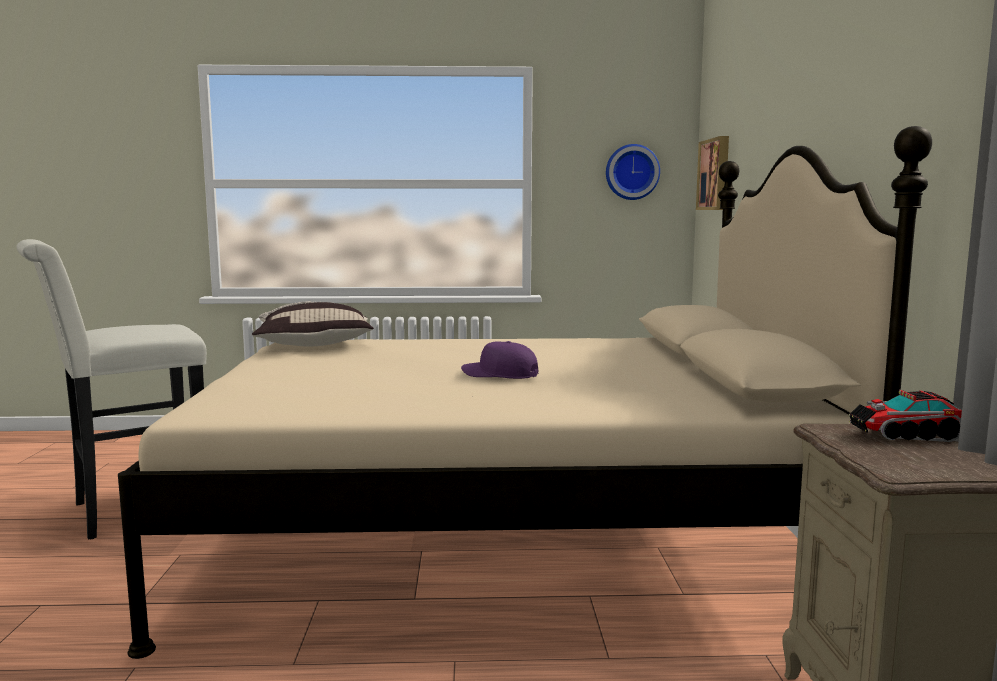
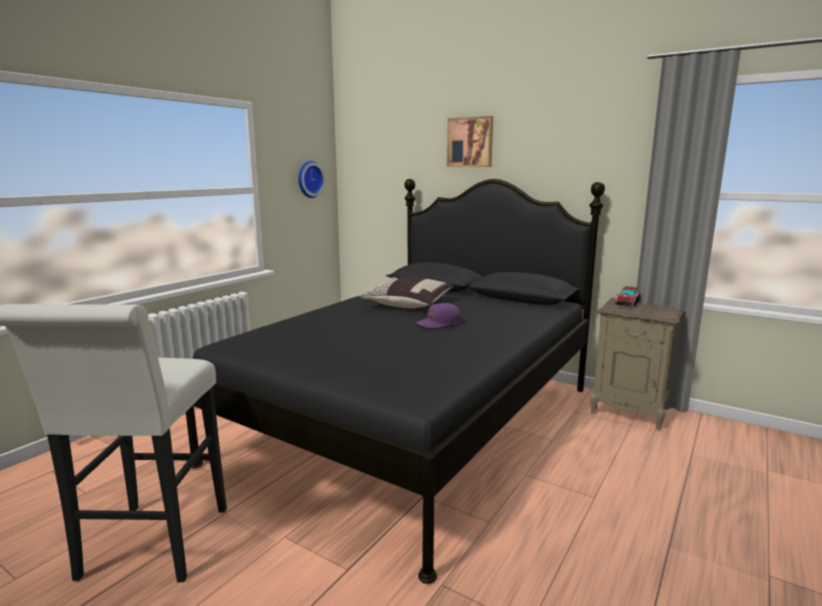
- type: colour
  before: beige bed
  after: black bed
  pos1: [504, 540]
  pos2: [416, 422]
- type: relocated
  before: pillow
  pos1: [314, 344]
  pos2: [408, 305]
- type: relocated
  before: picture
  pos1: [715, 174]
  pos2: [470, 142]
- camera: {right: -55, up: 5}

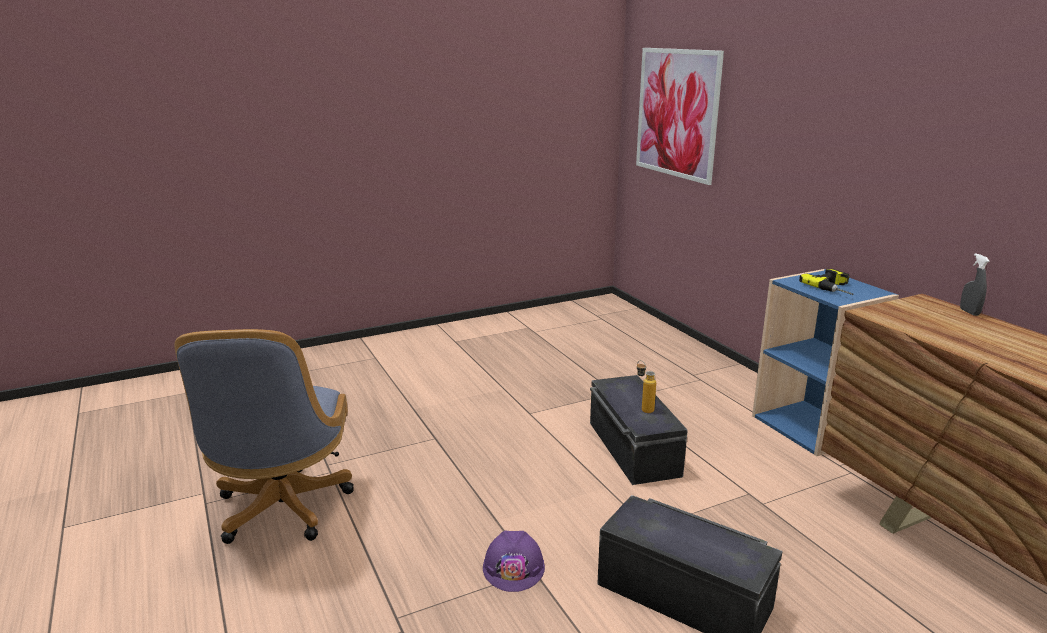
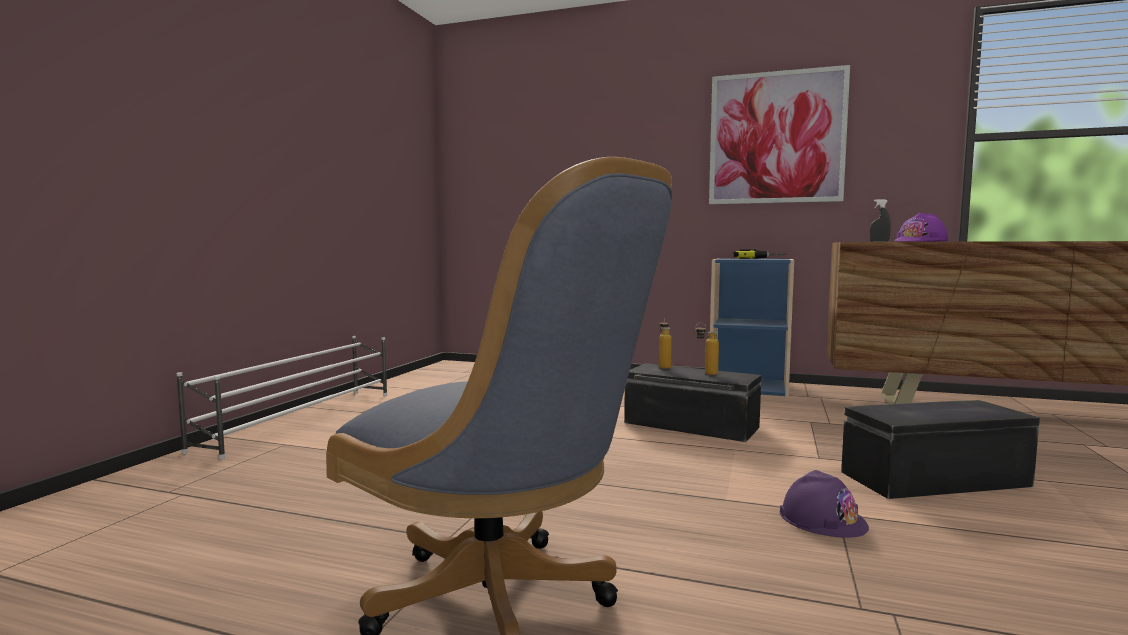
- type: relocated
  before: picture
  pos1: [677, 113]
  pos2: [776, 138]
- type: appeared
  after: white shoe rack
  pos2: [302, 419]
- type: appeared
  after: bottle
  pos2: [664, 366]
- type: appeared
  after: purple hard hat
  pos2: [921, 241]
- camera: {right: -45, up: -15}

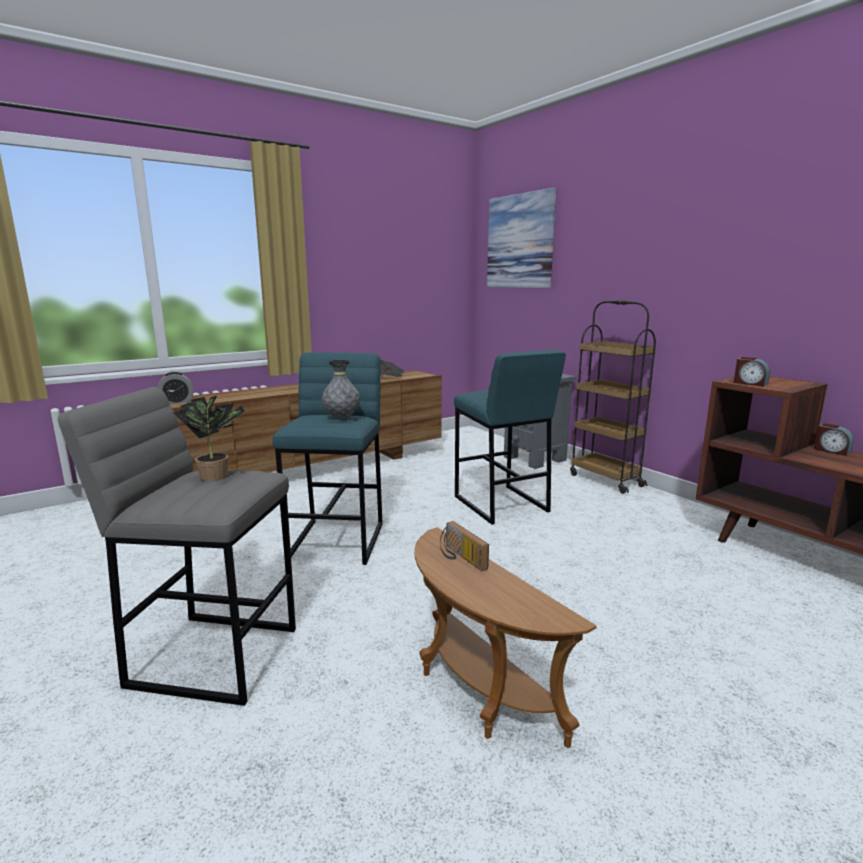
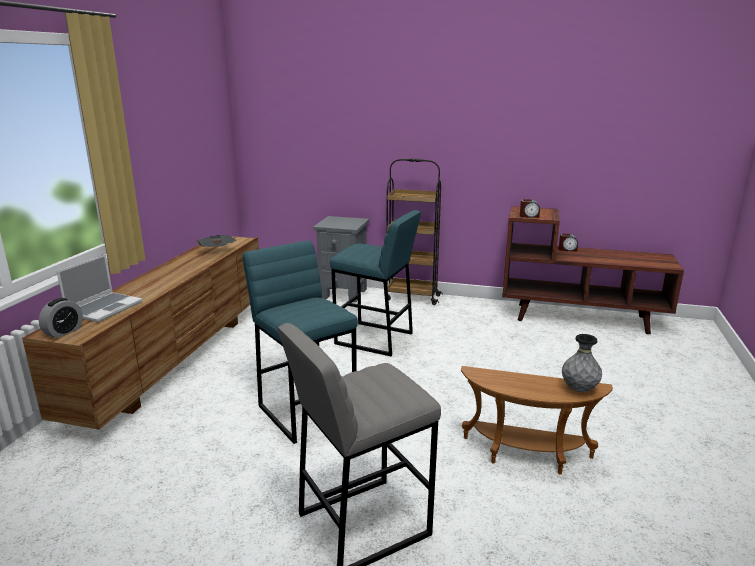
- type: missing
  before: potted plant
  pos1: [218, 475]
- type: relocated
  before: grey vase
  pos1: [341, 418]
  pos2: [579, 389]
- type: missing
  before: radio
  pos1: [460, 558]
- type: missing
  before: picture
  pos1: [520, 241]
- type: appeared
  after: laptop
  pos2: [105, 308]
- camera: {right: -40, up: 5}

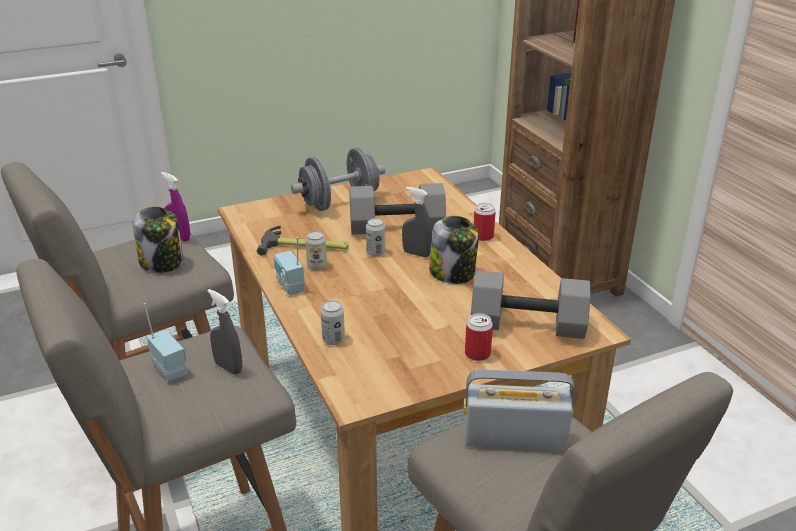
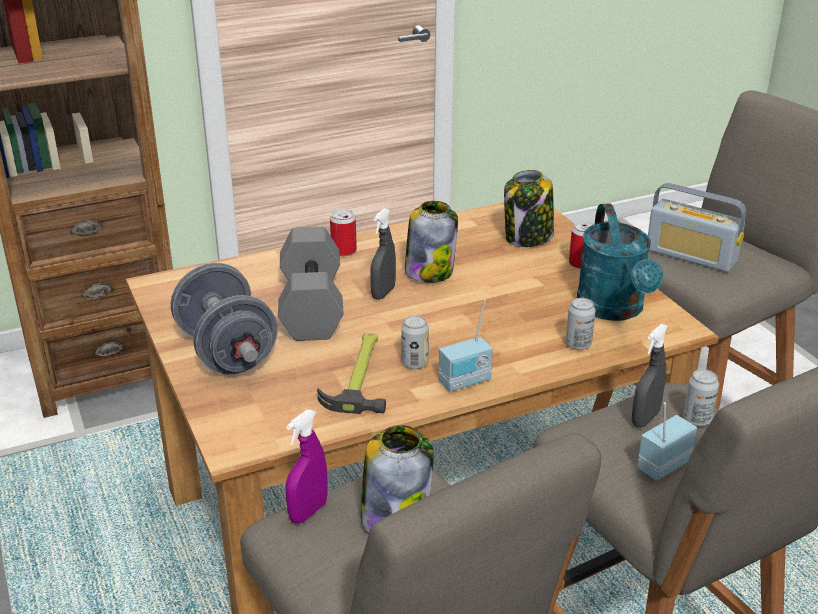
- type: relocated
  before: can
  pos1: [375, 252]
  pos2: [697, 419]
- type: spun
  before: radio
  pos1: [514, 438]
  pos2: [691, 256]
  turn: -60
- type: exchanged
  before: grey dumbbell
  after: jar
  pos1: [526, 326]
  pos2: [528, 238]
- type: appeared
  after: turquoise watering can
  pos2: [614, 310]
- camera: {right: -90, up: 0}

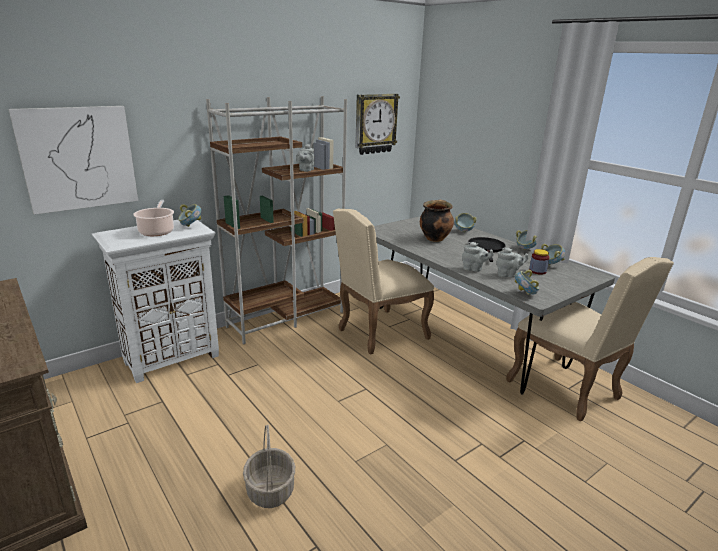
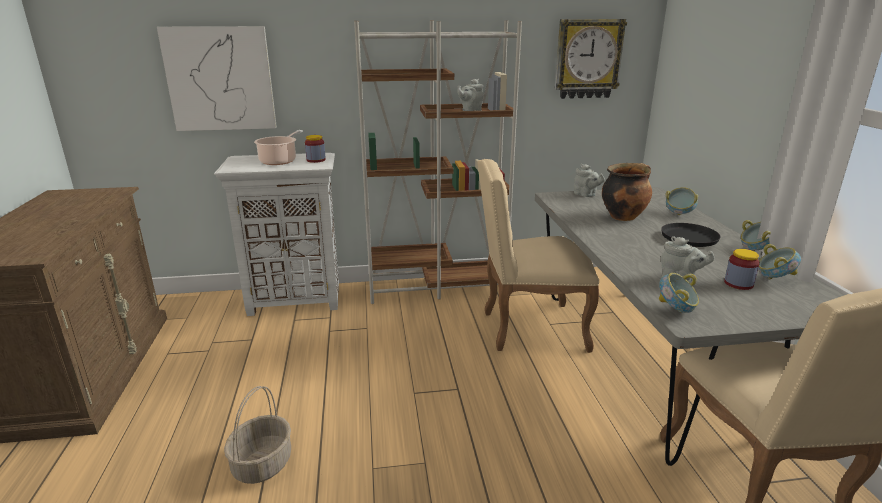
- type: exchanged
  before: bowl
  after: jar
  pos1: [190, 226]
  pos2: [316, 160]
- type: relocated
  before: grey teapot
  pos1: [474, 269]
  pos2: [586, 195]
- camera: {right: 30, up: 0}

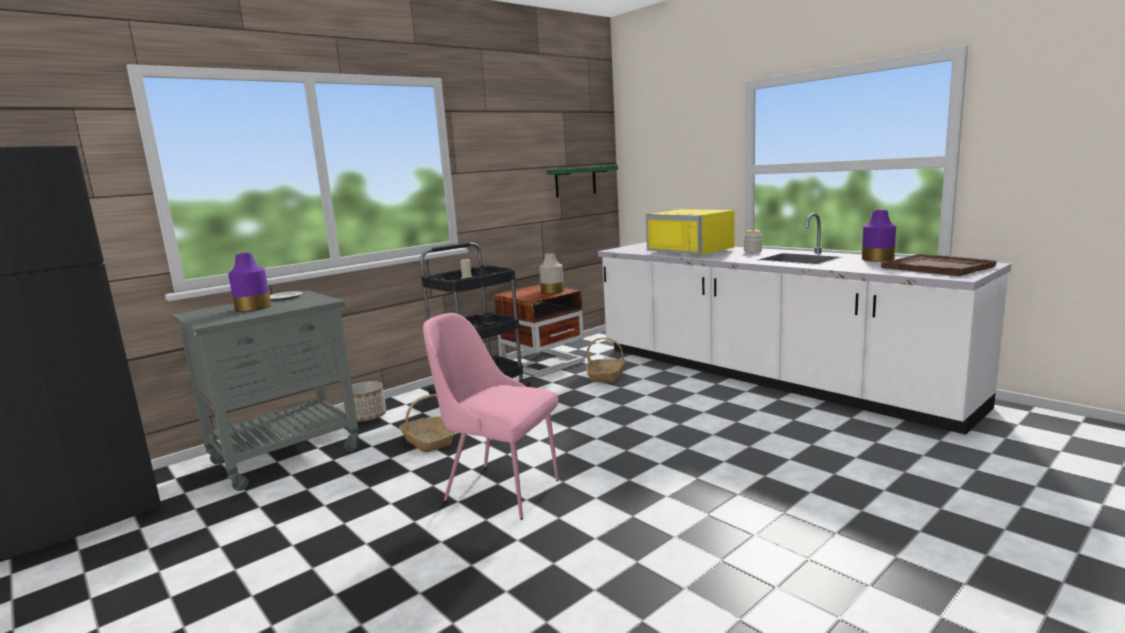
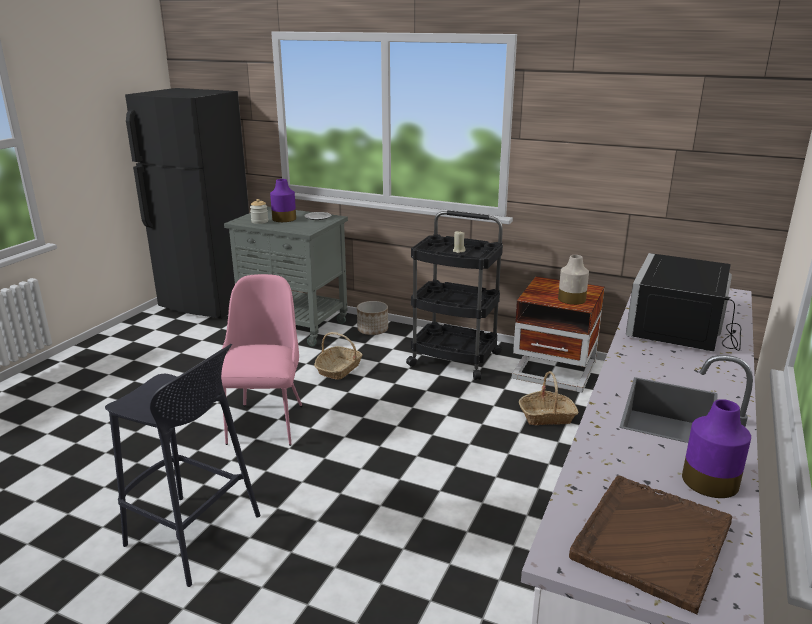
- type: missing
  before: green shelf
  pos1: [575, 181]
- type: colour
  before: yellow microwave
  after: black microwave
  pos1: [694, 251]
  pos2: [683, 329]
- type: relocated
  before: jar
  pos1: [752, 251]
  pos2: [259, 221]
- type: appeared
  after: grey stool
  pos2: [192, 536]
- camera: {right: 65, up: 10}

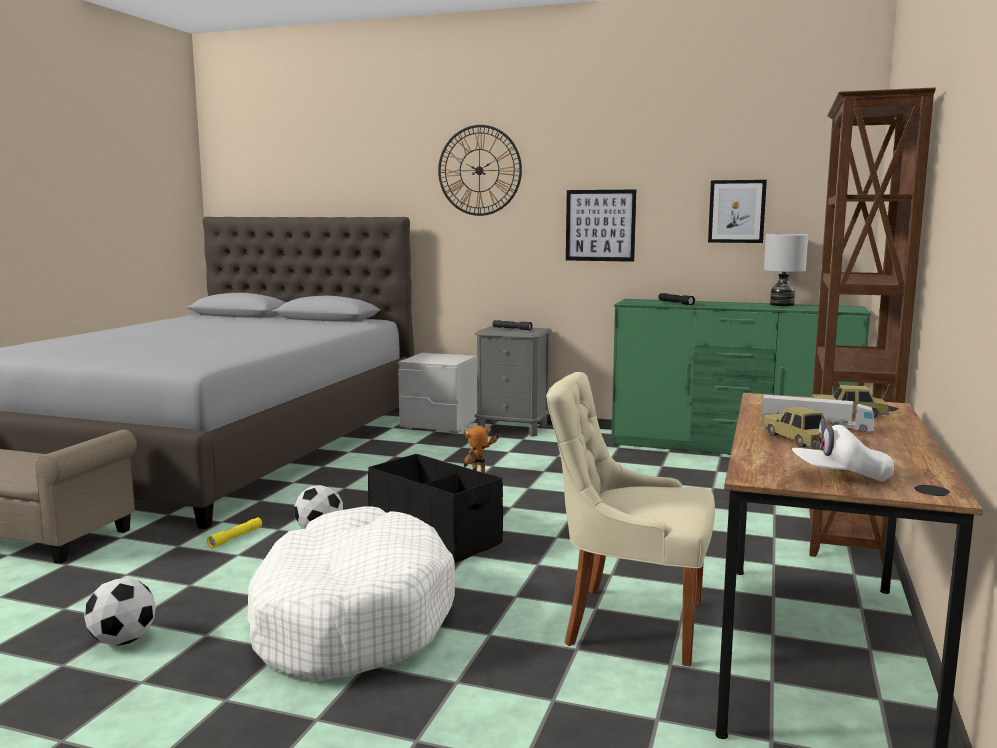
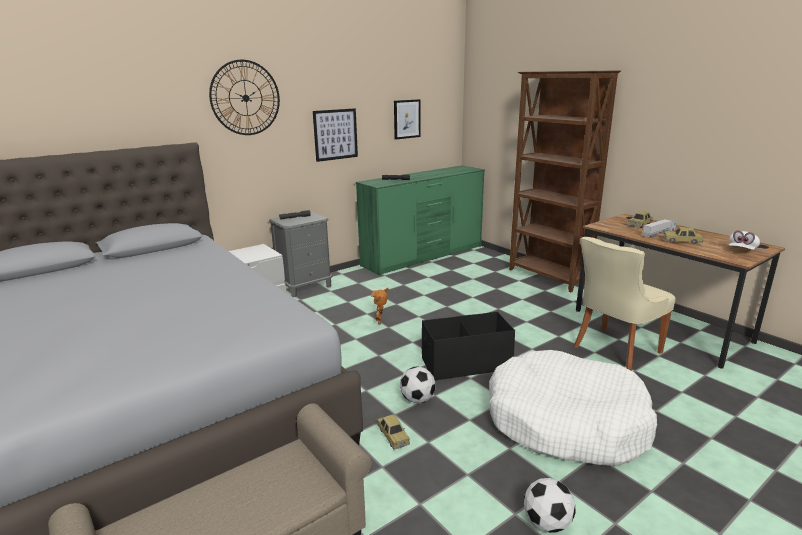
- type: exchanged
  before: yellow flashlight
  after: toy car
  pos1: [236, 537]
  pos2: [393, 436]
- type: missing
  before: grey table lamp
  pos1: [781, 305]
- camera: {right: -55, up: 10}

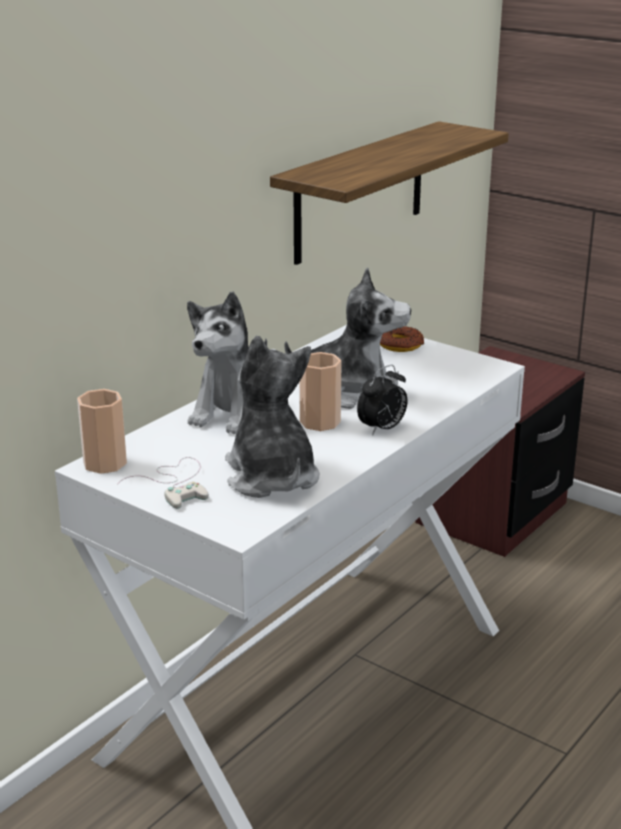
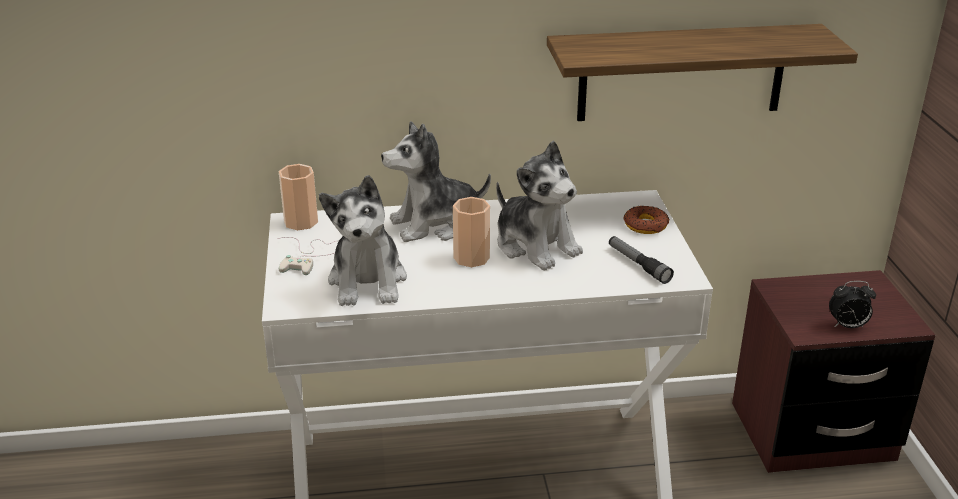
- type: spun
  before: plush toy
  pos1: [271, 477]
  pos2: [368, 281]
  turn: 150
- type: relocated
  before: alarm clock
  pos1: [382, 429]
  pos2: [847, 326]
- type: appeared
  after: flashlight
  pos2: [638, 265]
- camera: {right: 45, up: 5}

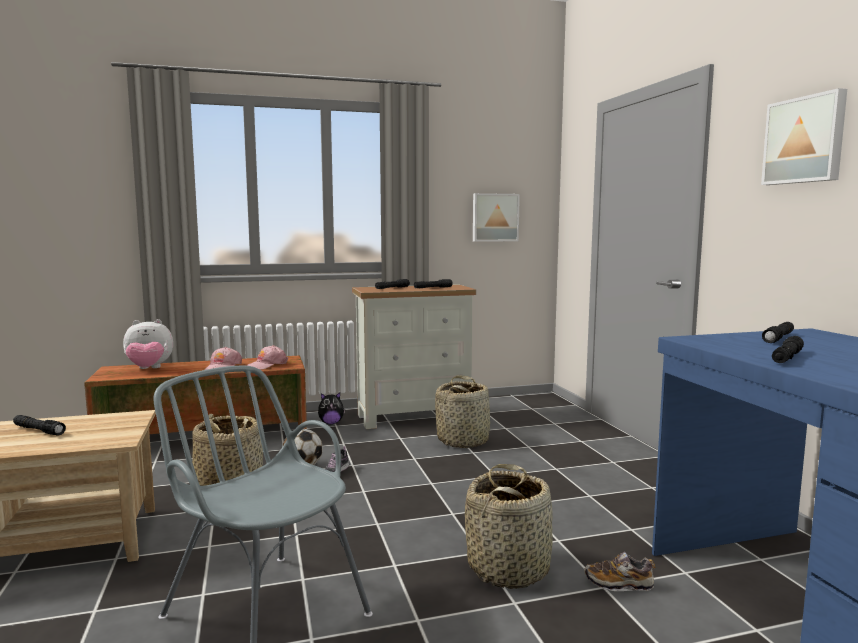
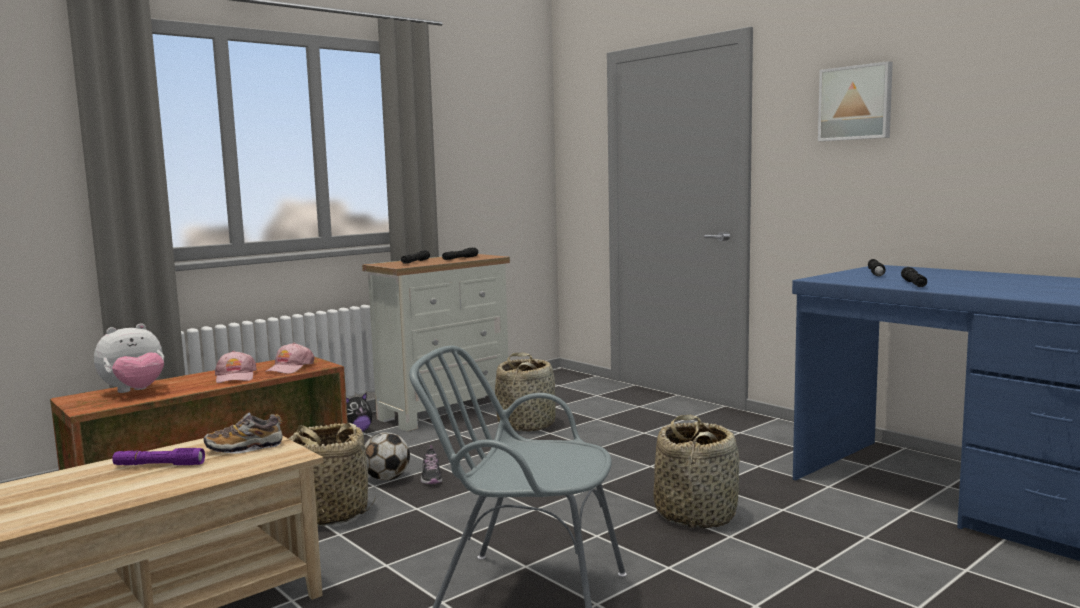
- type: colour
  before: black flashlight
  after: purple flashlight
  pos1: [38, 430]
  pos2: [159, 465]
- type: missing
  before: picture
  pos1: [495, 217]
- type: relocated
  before: shoe
  pos1: [619, 584]
  pos2: [245, 448]
- camera: {right: -25, up: 0}

